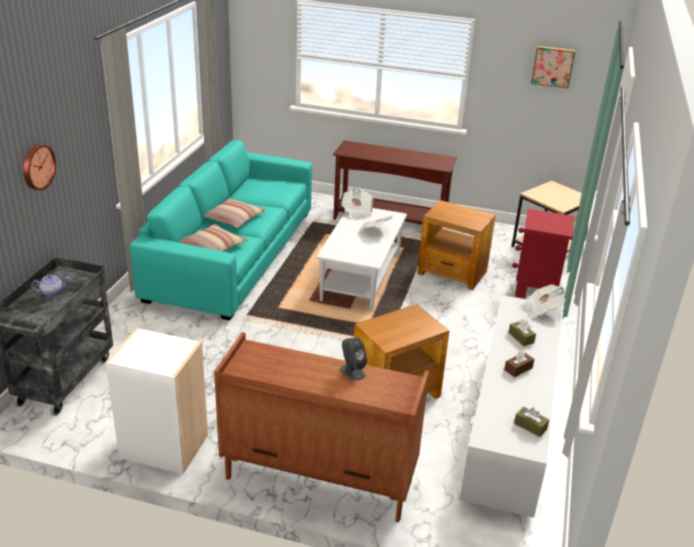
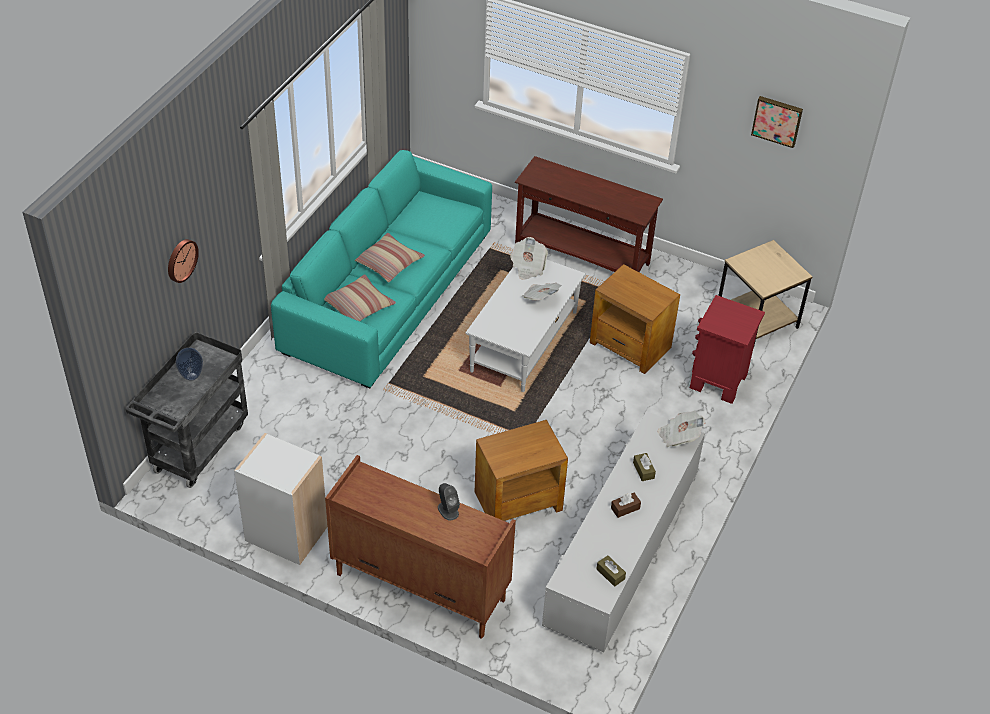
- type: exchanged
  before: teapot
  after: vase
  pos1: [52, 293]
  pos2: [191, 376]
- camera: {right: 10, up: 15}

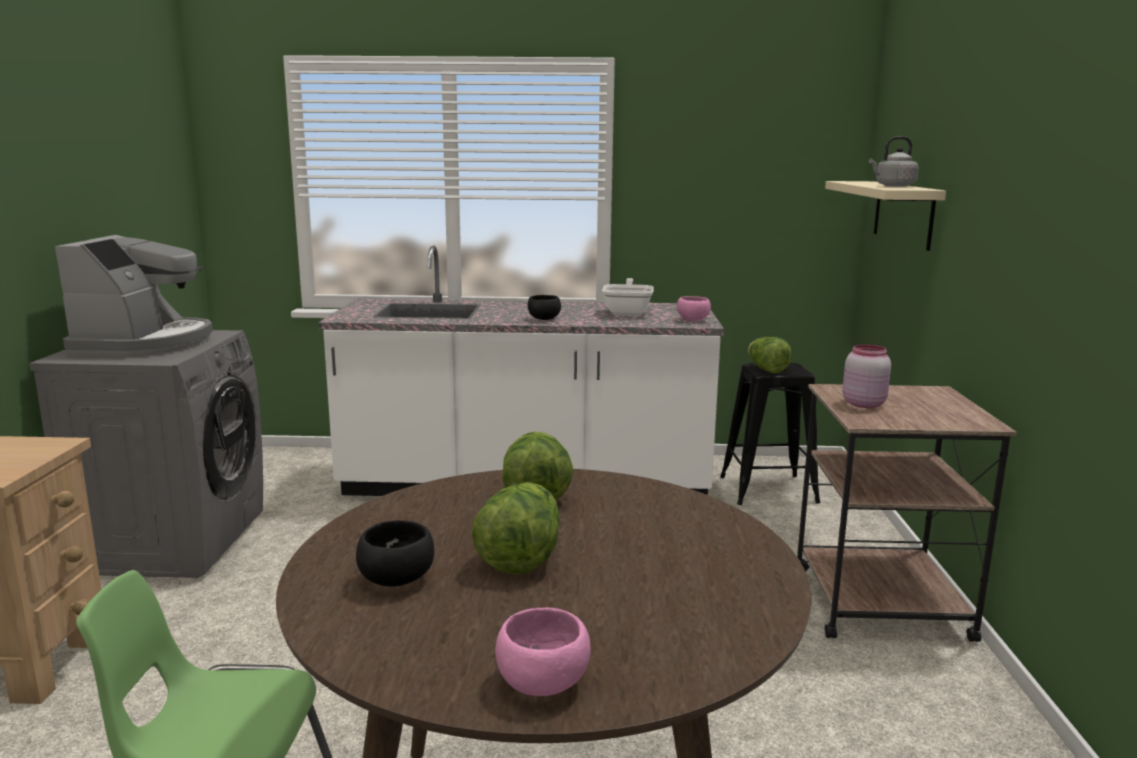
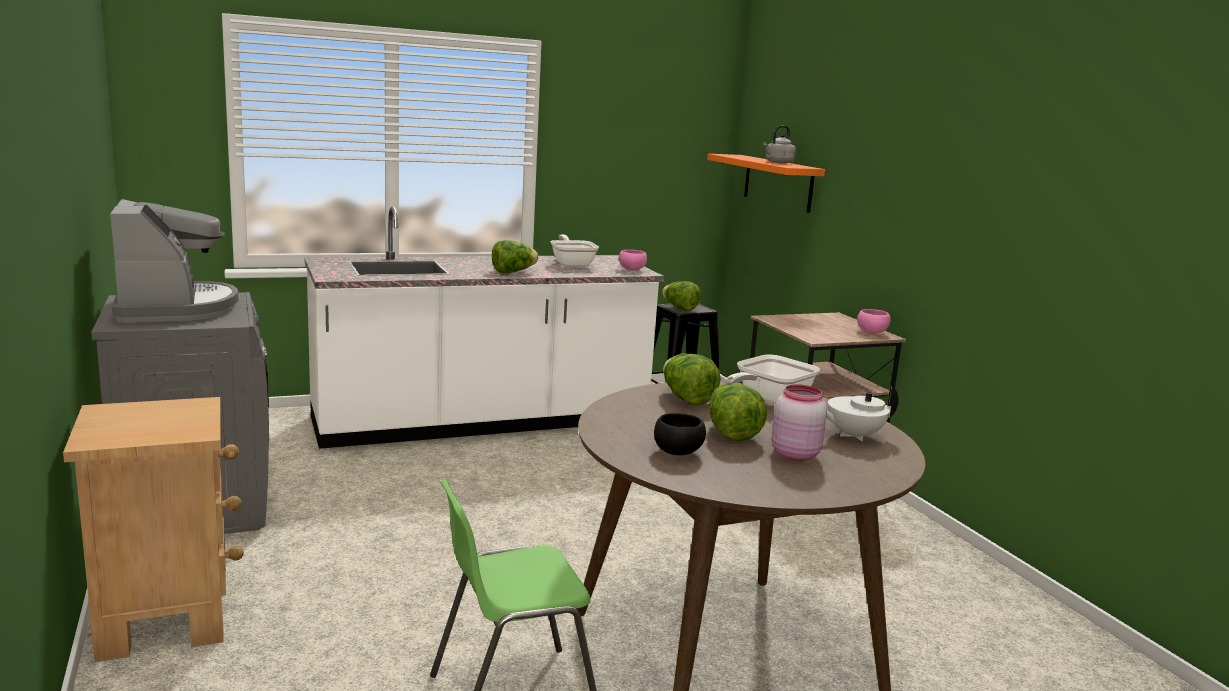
- type: relocated
  before: pink bowl
  pos1: [544, 682]
  pos2: [872, 332]
- type: exchanged
  before: black bowl
  after: lettuce
  pos1: [543, 319]
  pos2: [513, 272]
- type: colour
  before: beige shelf
  after: orange shelf
  pos1: [903, 213]
  pos2: [778, 183]
- type: relocated
  before: pink jar
  pos1: [863, 403]
  pos2: [794, 454]
- type: appeared
  after: frying pan
  pos2: [768, 400]
- type: appeared
  after: white teapot
  pos2: [853, 435]
- camera: {right: -25, up: 0}

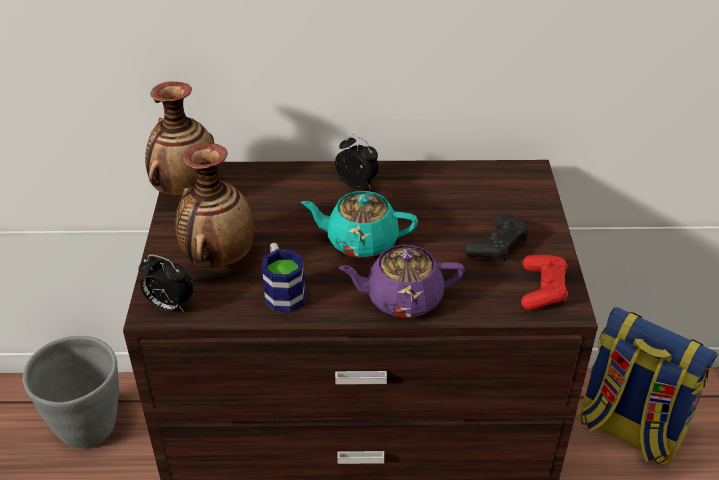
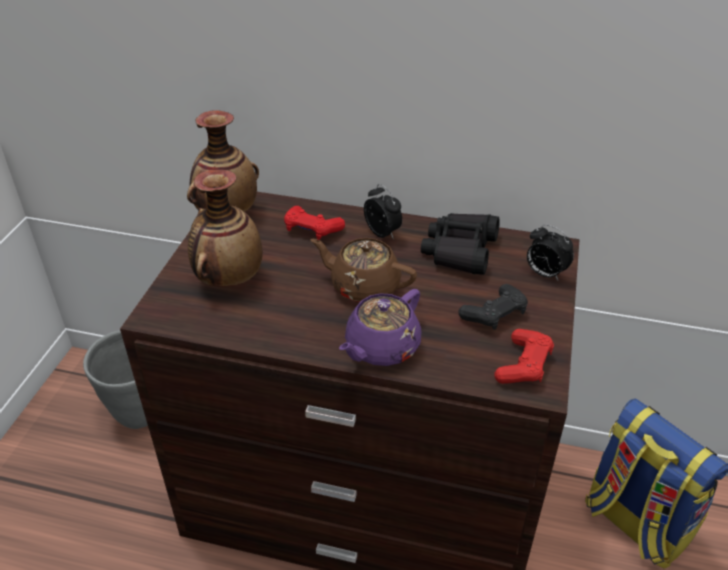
- type: relocated
  before: alarm clock
  pos1: [169, 305]
  pos2: [544, 273]
- type: missing
  before: mug
  pos1: [282, 291]
- type: colour
  before: turquoise teapot
  after: brown teapot
  pos1: [360, 241]
  pos2: [364, 286]
- type: spun
  before: purple teapot
  pos1: [402, 298]
  pos2: [381, 347]
  turn: -60
- type: appeared
  after: red game controller
  pos2: [312, 229]
- type: appeared
  after: black binoculars
  pos2: [460, 251]
- camera: {right: 15, up: 0}

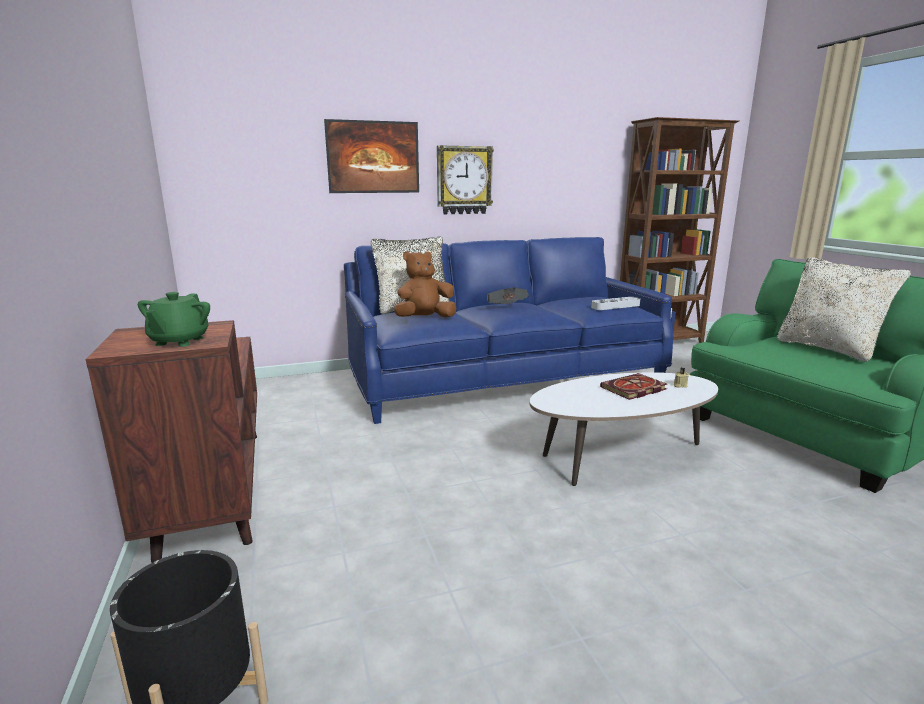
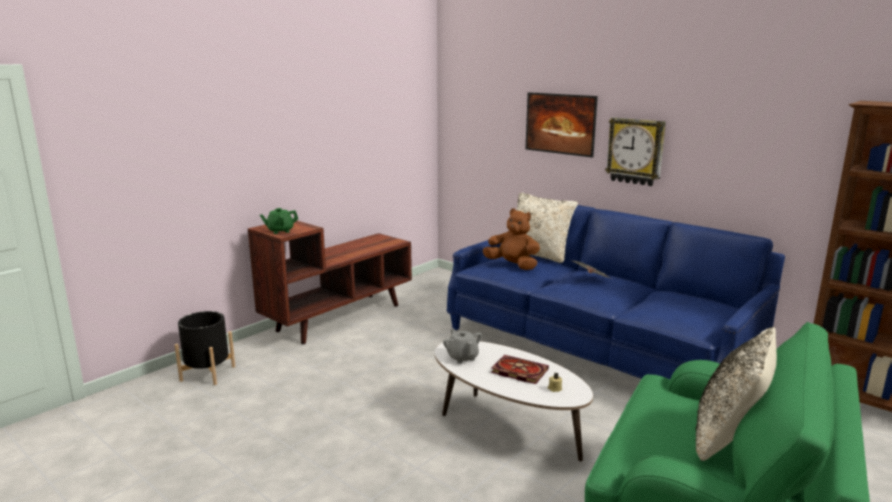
- type: missing
  before: grey tray
  pos1: [615, 306]
- type: appeared
  after: grey teapot
  pos2: [462, 357]
- camera: {right: 60, up: 0}

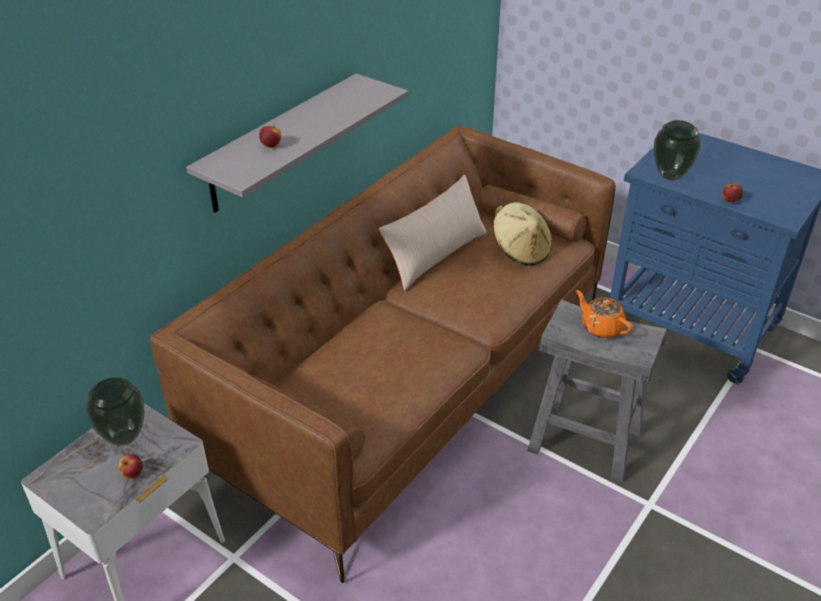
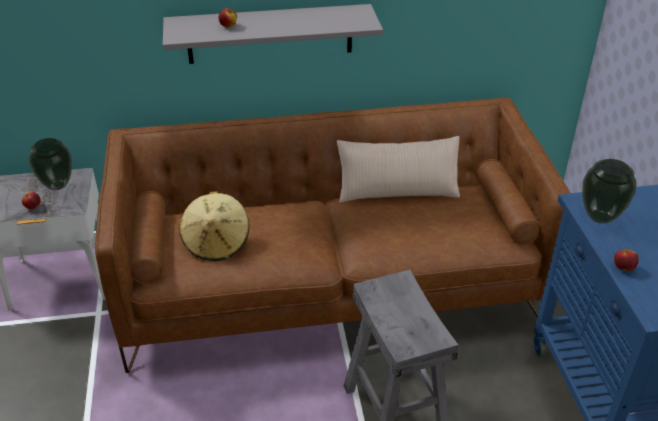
- type: relocated
  before: beige hat
  pos1: [521, 251]
  pos2: [216, 243]
- type: missing
  before: orange teapot
  pos1: [601, 327]
- camera: {right: 45, up: 0}

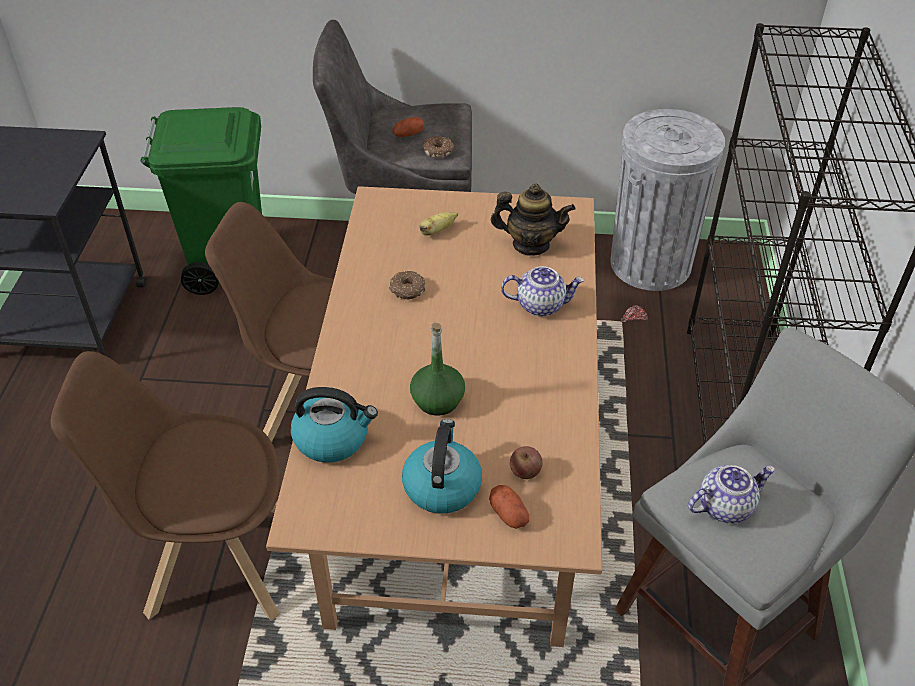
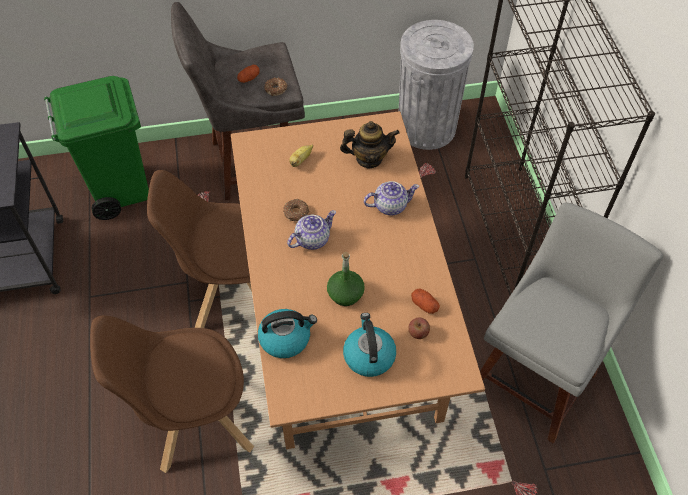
- type: relocated
  before: potato
  pos1: [509, 514]
  pos2: [424, 305]
- type: relocated
  before: teapot
  pos1: [725, 506]
  pos2: [312, 239]
- camera: {right: -15, up: 10}

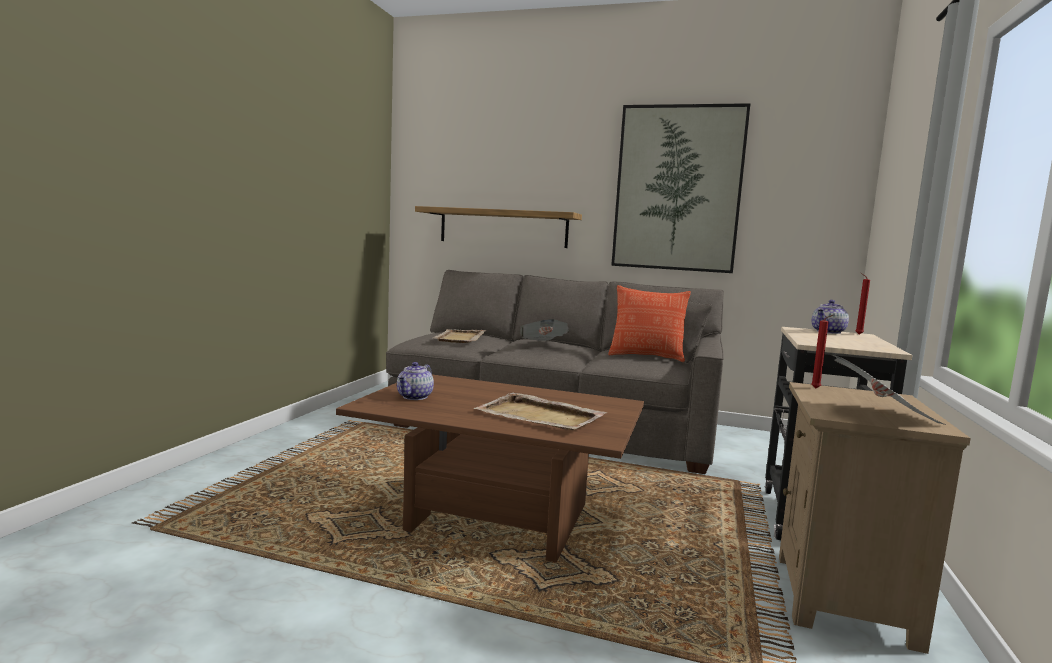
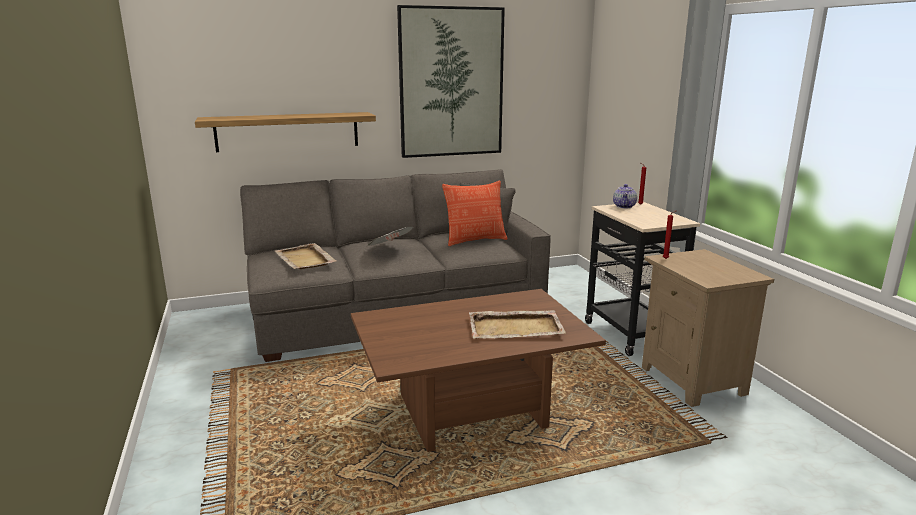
- type: missing
  before: teapot
  pos1: [415, 397]
- type: missing
  before: newspaper
  pos1: [882, 416]
- camera: {right: -35, up: 10}

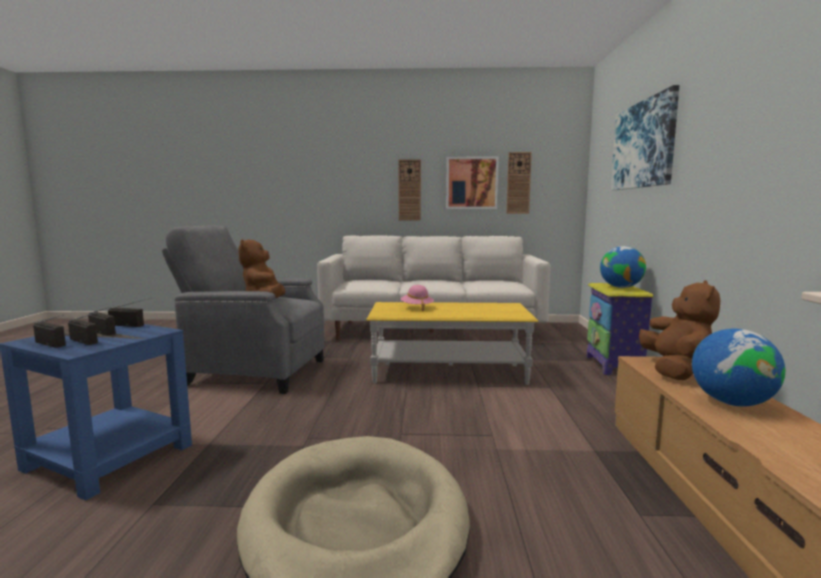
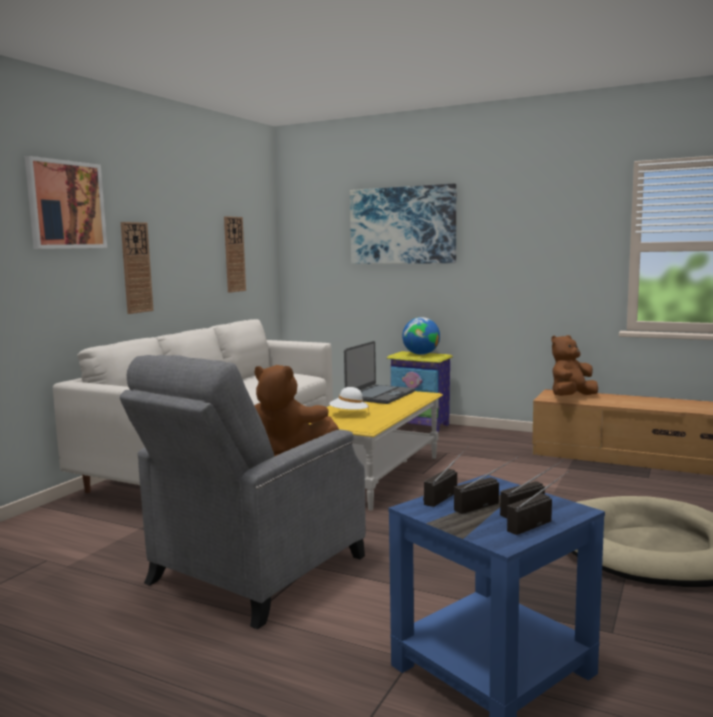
- type: colour
  before: pink hat
  after: white hat
  pos1: [417, 308]
  pos2: [349, 414]
- type: relocated
  before: picture
  pos1: [471, 183]
  pos2: [66, 205]
- type: spun
  before: brown plush toy
  pos1: [675, 370]
  pos2: [571, 397]
  turn: -75
- type: missing
  before: globe
  pos1: [731, 403]
- type: appeared
  after: laptop
  pos2: [379, 395]
- camera: {right: -65, up: 0}

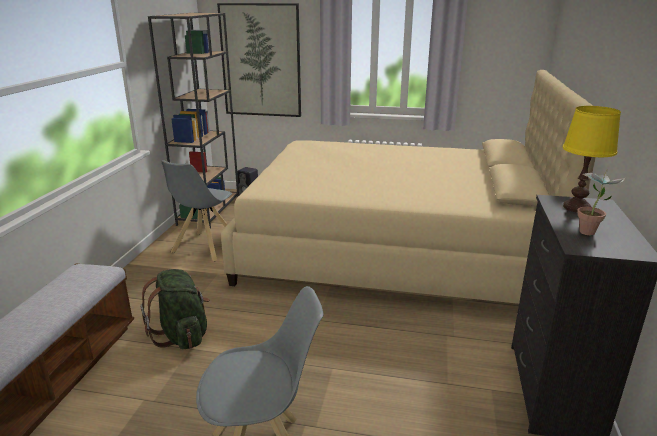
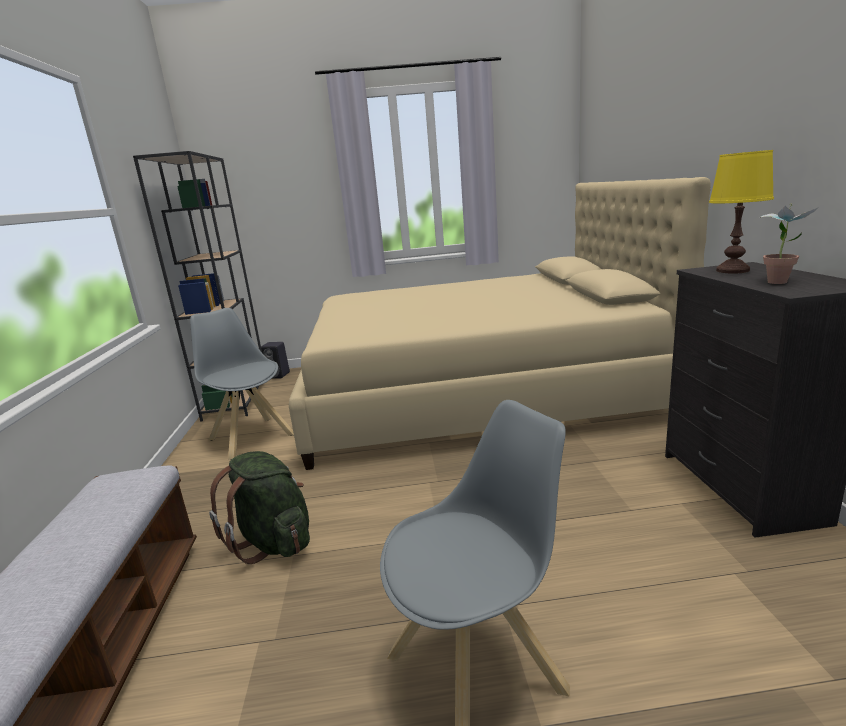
- type: spun
  before: grey chair
  pos1: [204, 247]
  pos2: [251, 436]
  turn: 135
- type: missing
  before: picture
  pos1: [261, 61]
- camera: {right: -15, up: -5}

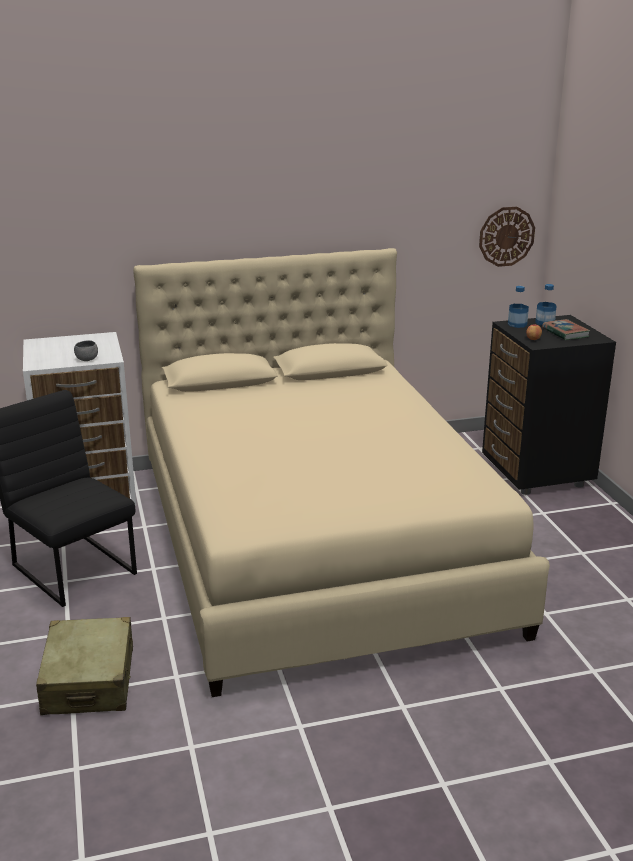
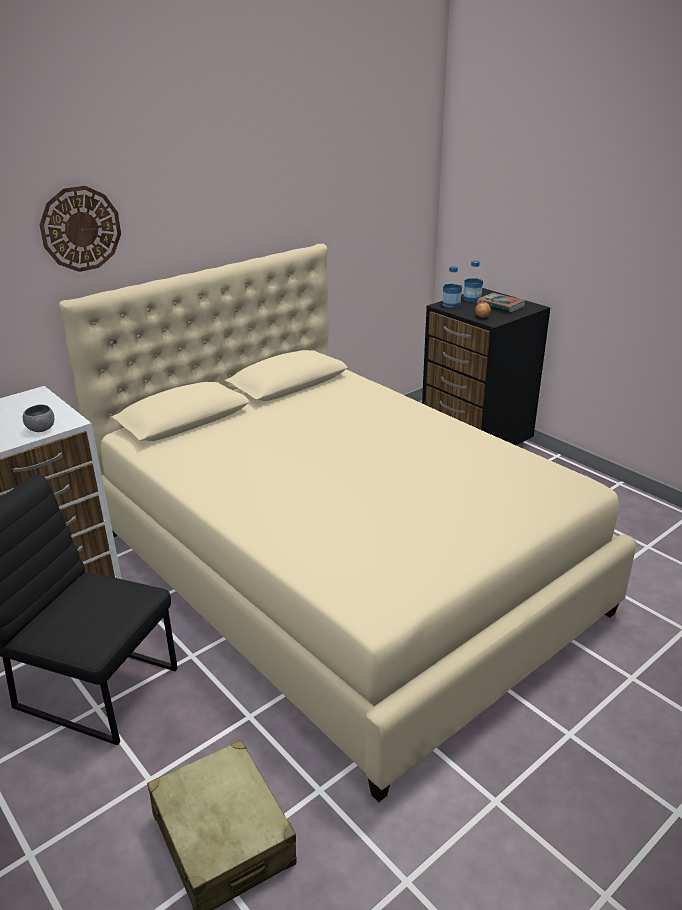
- type: relocated
  before: wall clock
  pos1: [506, 236]
  pos2: [81, 229]
- camera: {right: -25, up: 5}

